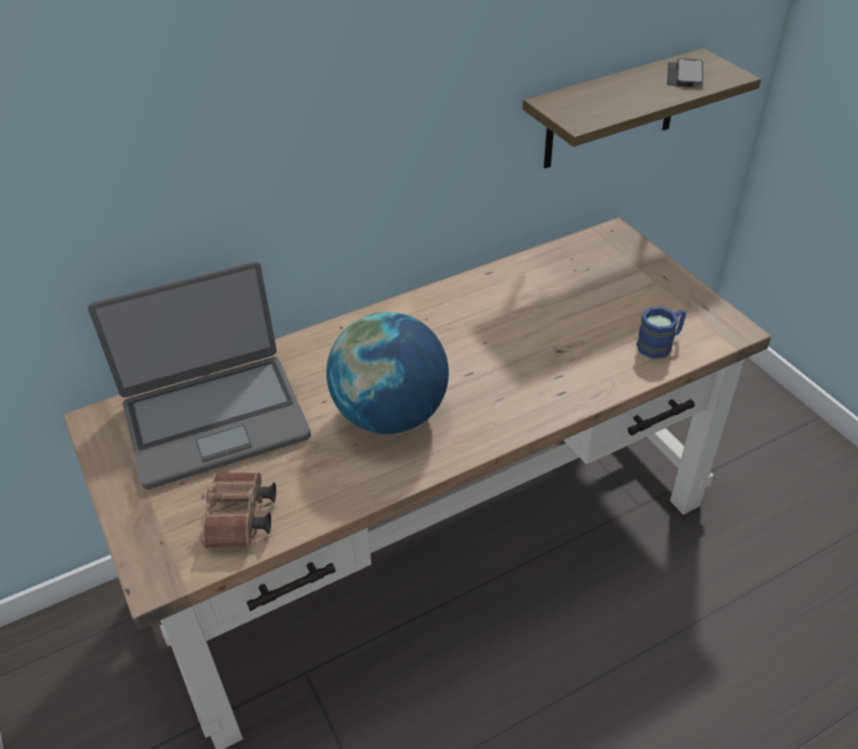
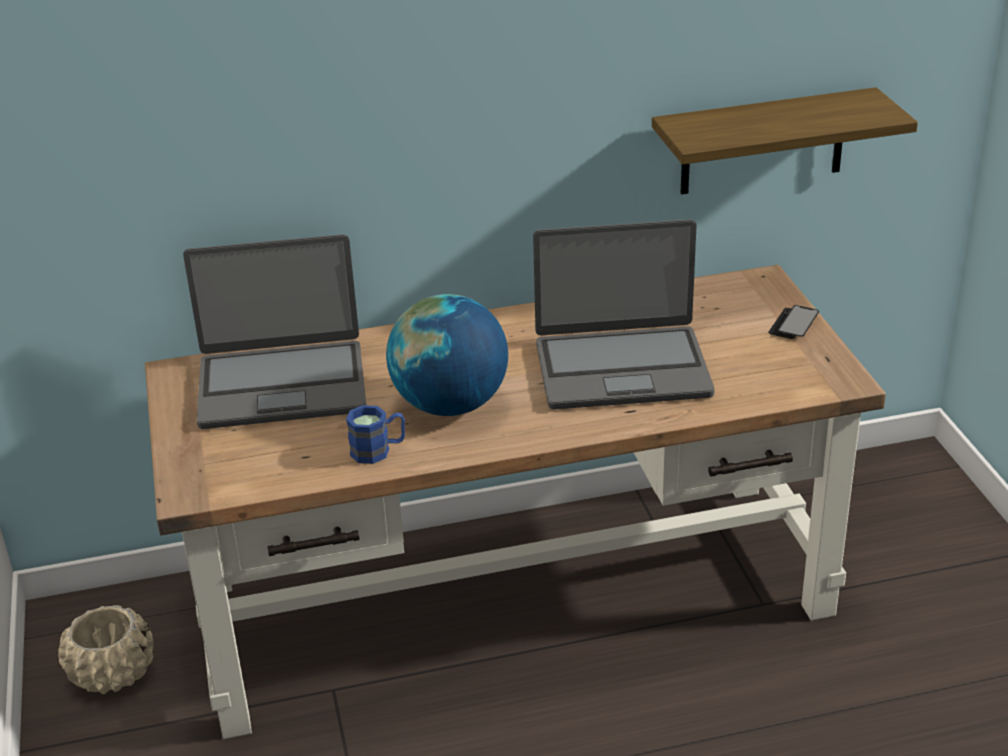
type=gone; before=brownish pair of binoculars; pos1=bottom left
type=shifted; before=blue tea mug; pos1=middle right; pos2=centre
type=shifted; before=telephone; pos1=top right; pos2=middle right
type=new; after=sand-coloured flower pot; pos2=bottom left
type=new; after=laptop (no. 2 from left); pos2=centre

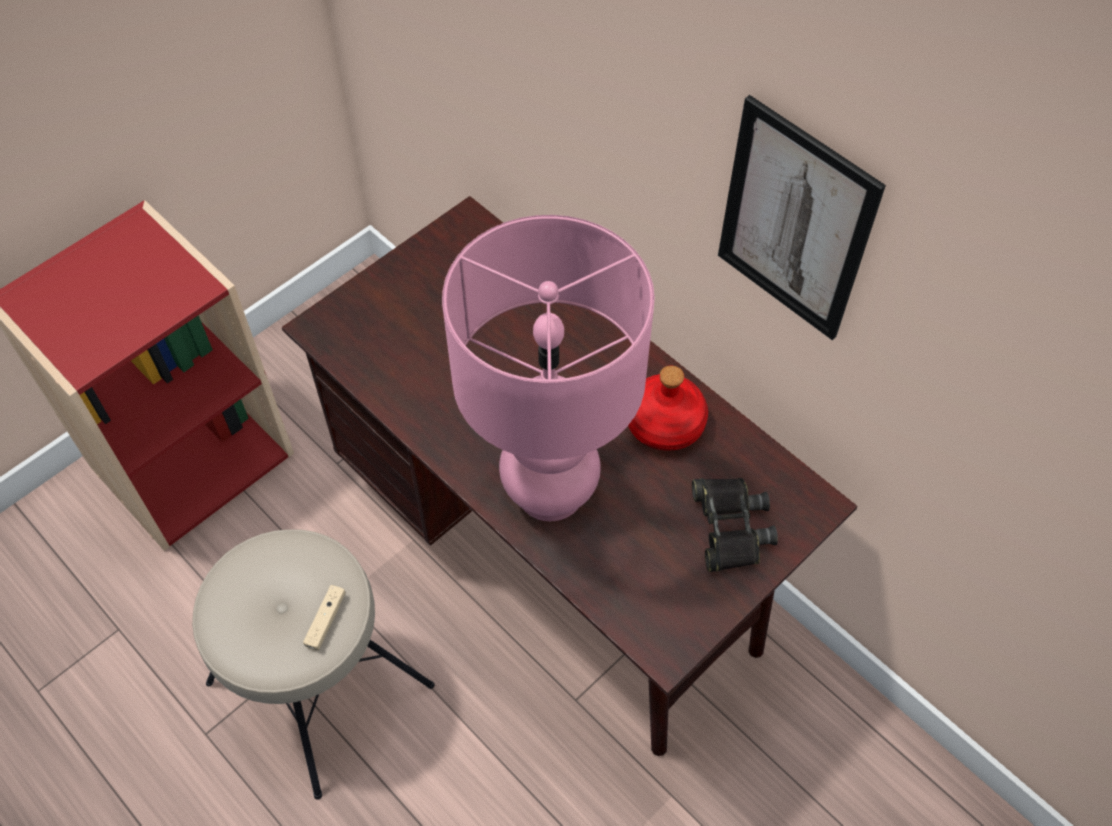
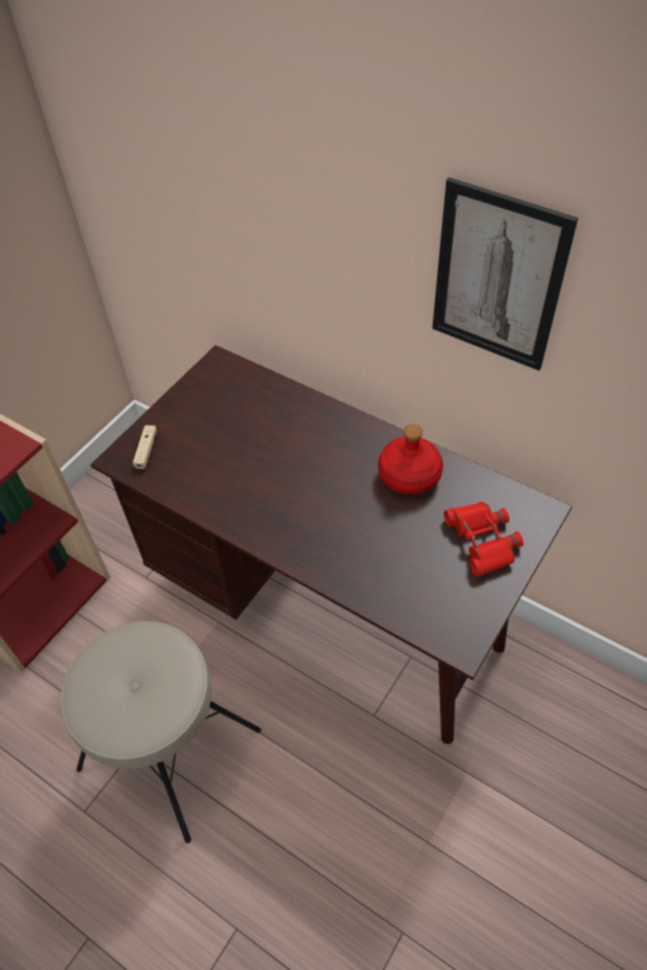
type=shifted; before=sand-coloured game controller; pos1=bottom left; pos2=middle left
type=gone; before=pink-coloured tabletop lamp; pos1=centre
type=repainted; before=blackish pair of binoculars; after=red pair of binoculars; pos1=centre; pos2=middle right

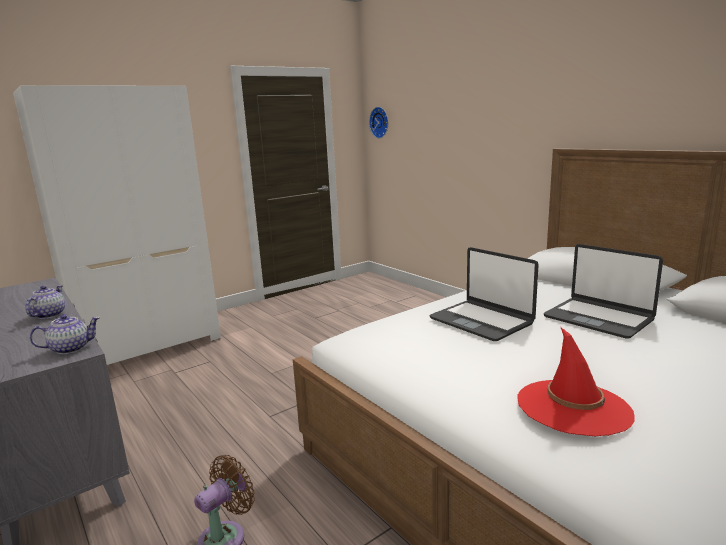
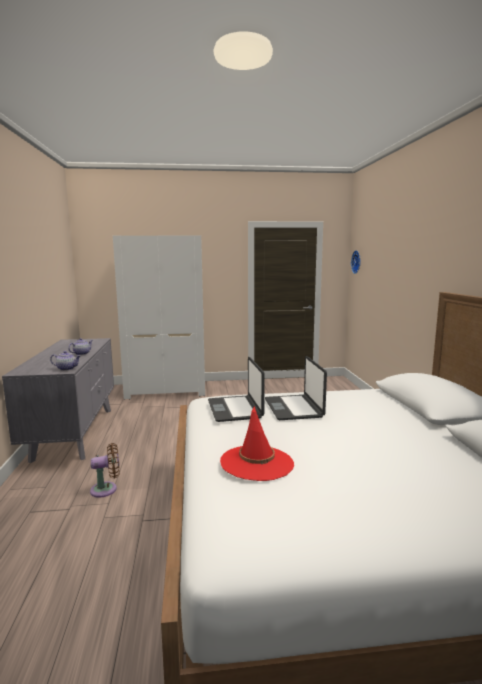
type=shifted; before=laptop (no. 2 from left in the first image); after=laptop (no. 1 from left); pos1=middle right; pos2=centre

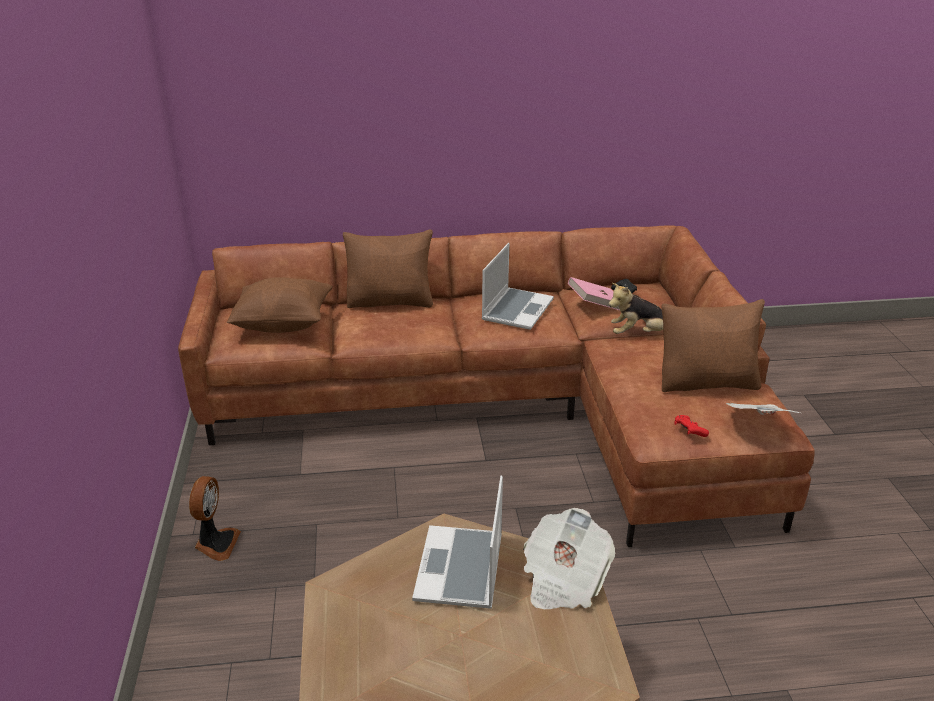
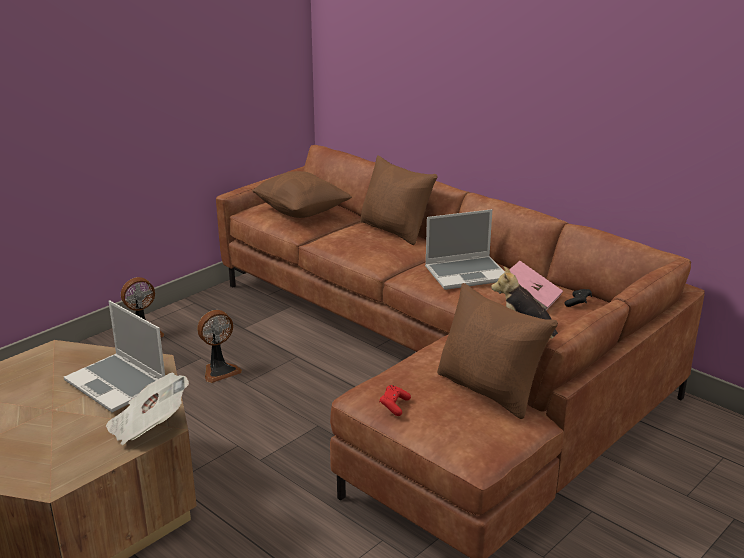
type=rotated; before=laptop (no. 1 from left); pos1=bottom centre; pos2=middle left; turn=-105
type=gone; before=newspaper (no. 2 from left); pos1=middle right
type=new; after=cooling fan (no. 2 from left); pos2=middle left

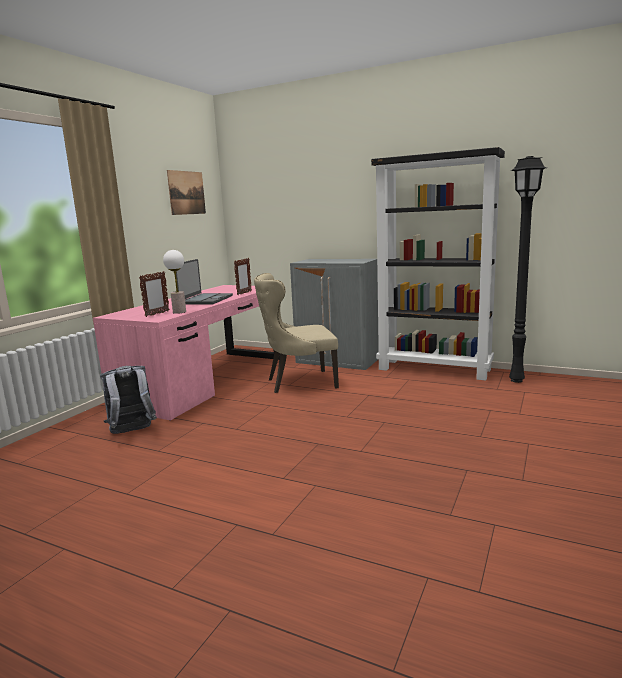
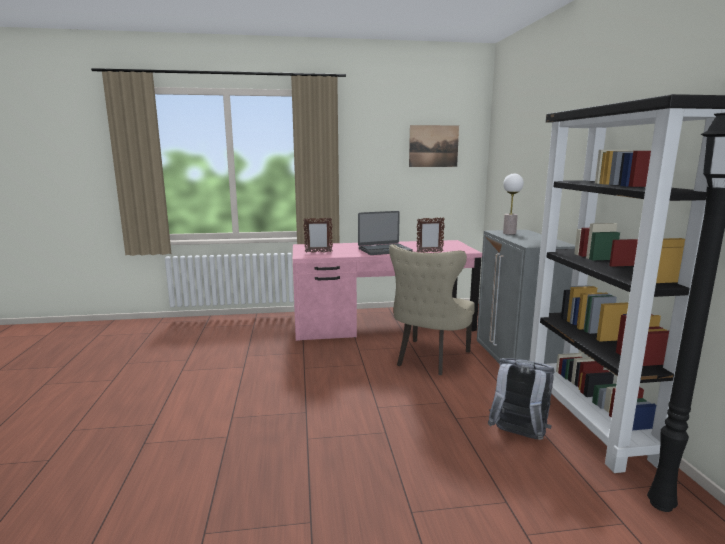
type=shifted; before=gray rucksack; pos1=middle left; pos2=bottom right
type=shifted; before=tabletop lamp; pos1=middle left; pos2=middle right
type=rotated; before=sand-coloured plain chair; pos1=centre; pos2=centre; turn=-105

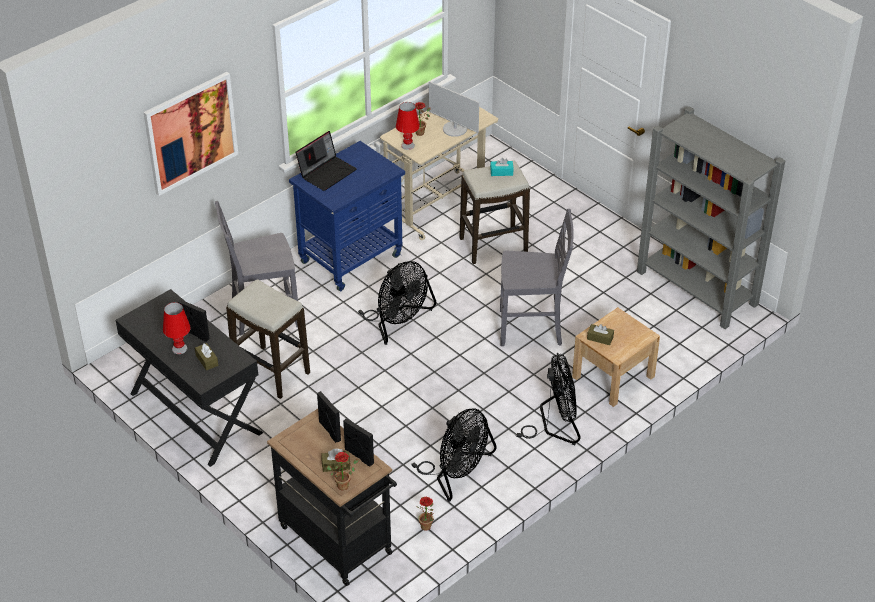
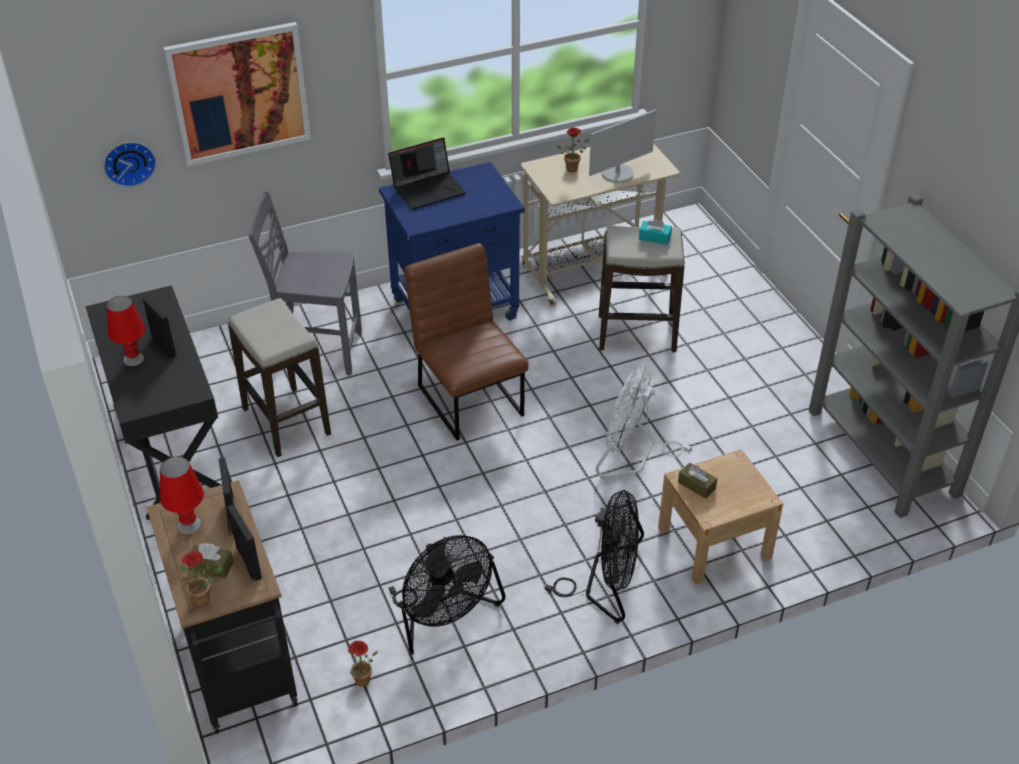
type=gone; before=brownish box of tissues (no. 1 from left); pos1=middle left
type=swapped; before=blackish cooling fan (no. 1 from left); after=brownish plain chair; pos1=centre; pos2=centre
type=shifted; before=red tabletop lamp (no. 2 from left); pos1=top centre; pos2=middle left
type=rotated; before=computer screen; pos1=top centre; pos2=top centre; turn=-90
type=swapped; before=gray plain chair (no. 2 from left); after=whitish cooling fan; pos1=centre; pos2=centre
type=new; after=hanging clock; pos2=top left

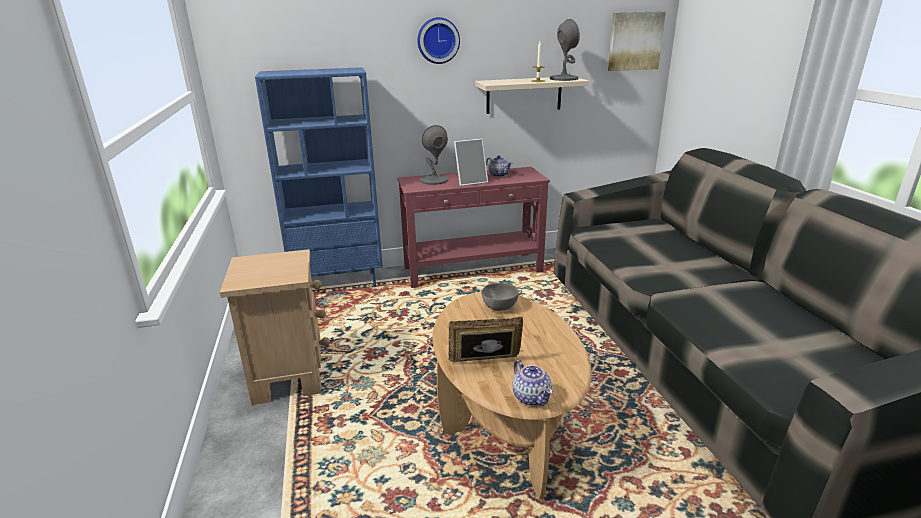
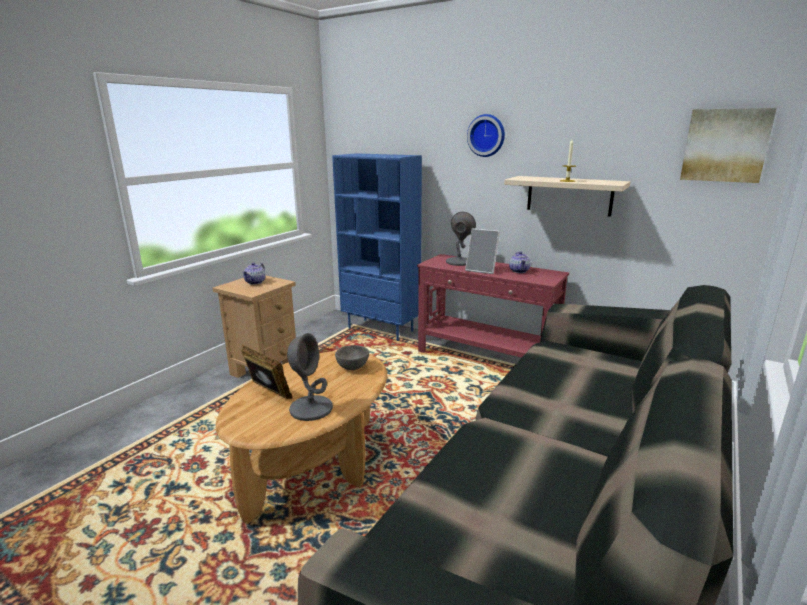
type=shifted; before=pot for tea (no. 2 from left in the first image); after=pot for tea (no. 1 from left); pos1=bottom centre; pos2=middle left
type=shifted; before=gray tabletop lamp (no. 2 from left in the first image); after=gray tabletop lamp (no. 1 from left); pos1=top centre; pos2=centre

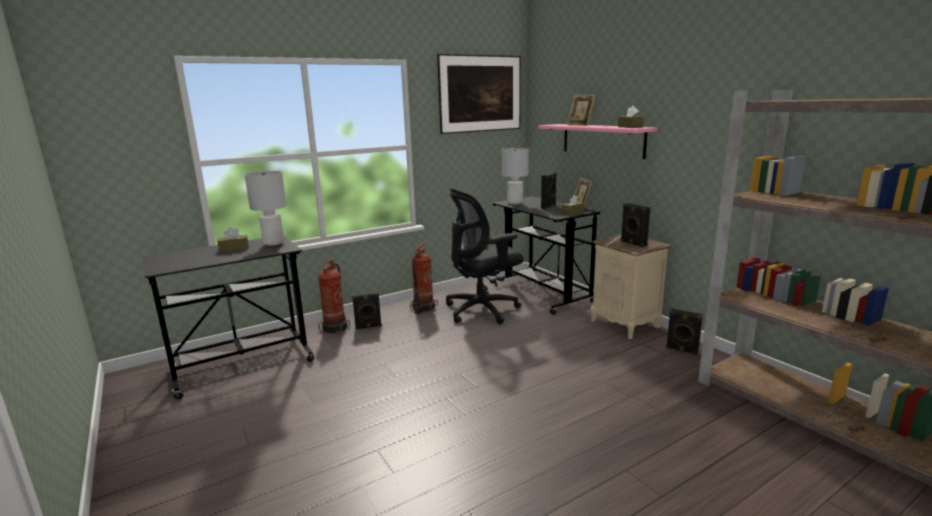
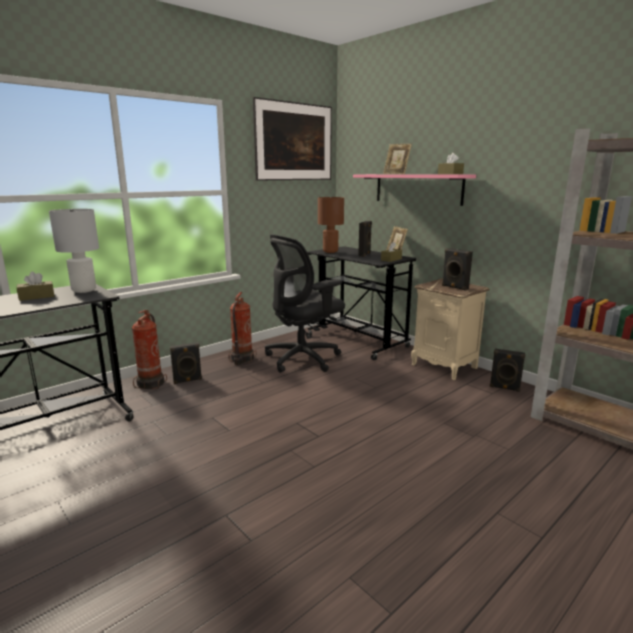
type=repainted; before=gray tabletop lamp (no. 2 from left); after=brownish tabletop lamp; pos1=centre; pos2=centre

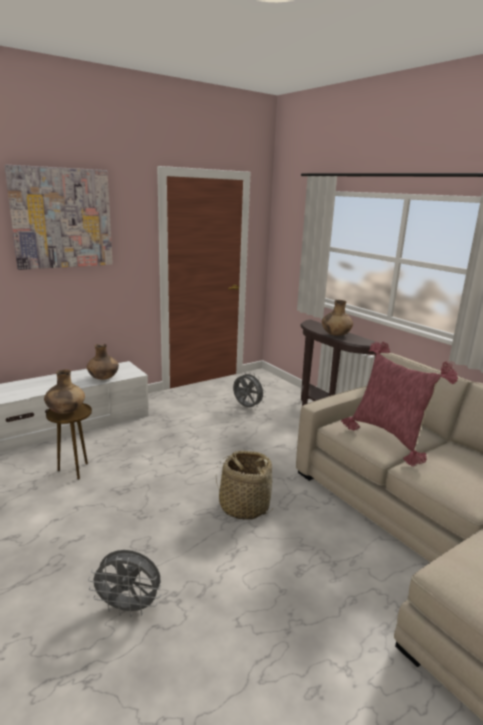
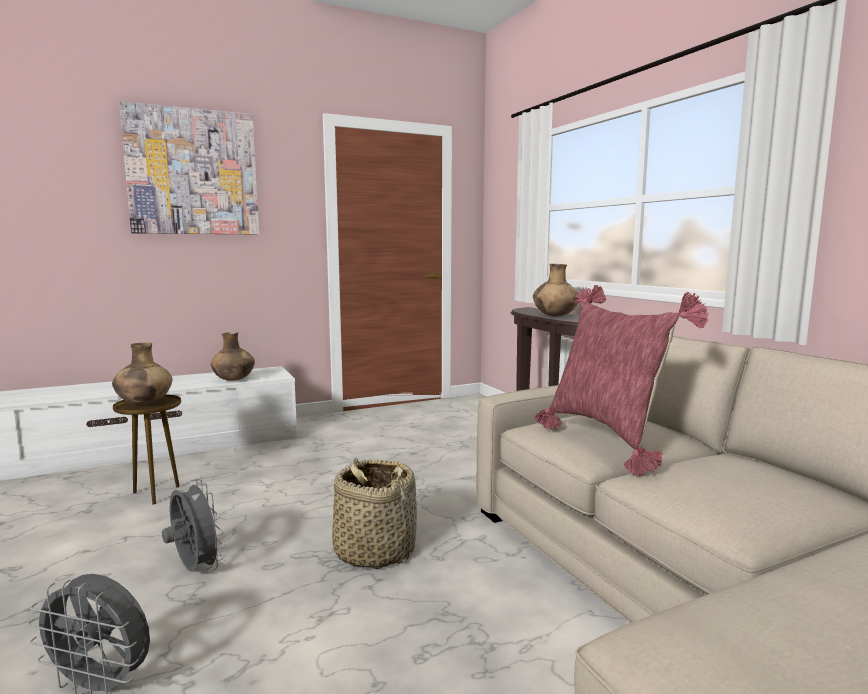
type=shifted; before=gray cooling fan (no. 2 from left); pos1=centre; pos2=bottom left

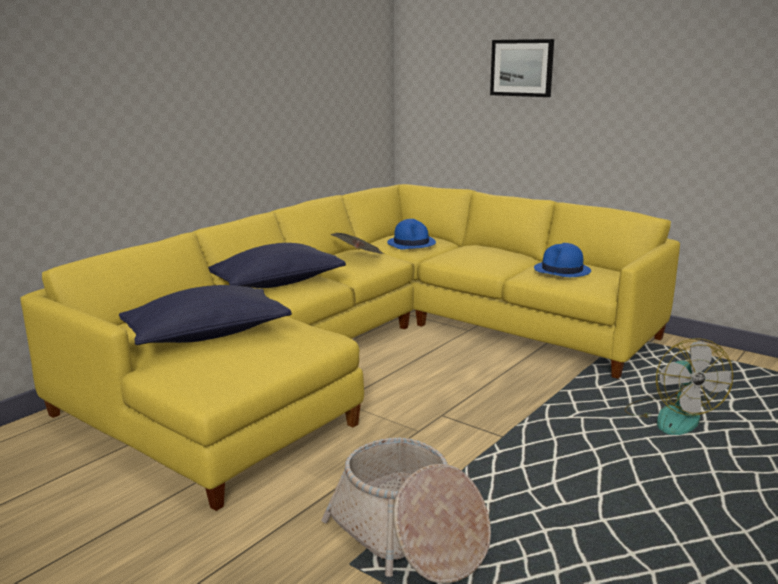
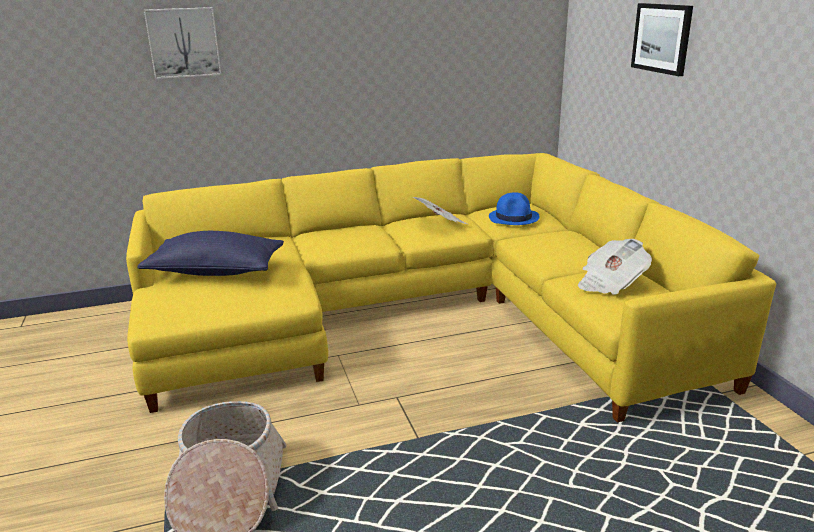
type=gone; before=blue cushion (no. 2 from left); pos1=centre
type=swapped; before=blue hat (no. 2 from left); after=newspaper (no. 2 from left); pos1=middle right; pos2=middle right
type=gone; before=cooling fan; pos1=middle right
type=new; after=picture (no. 1 from left); pos2=top left

